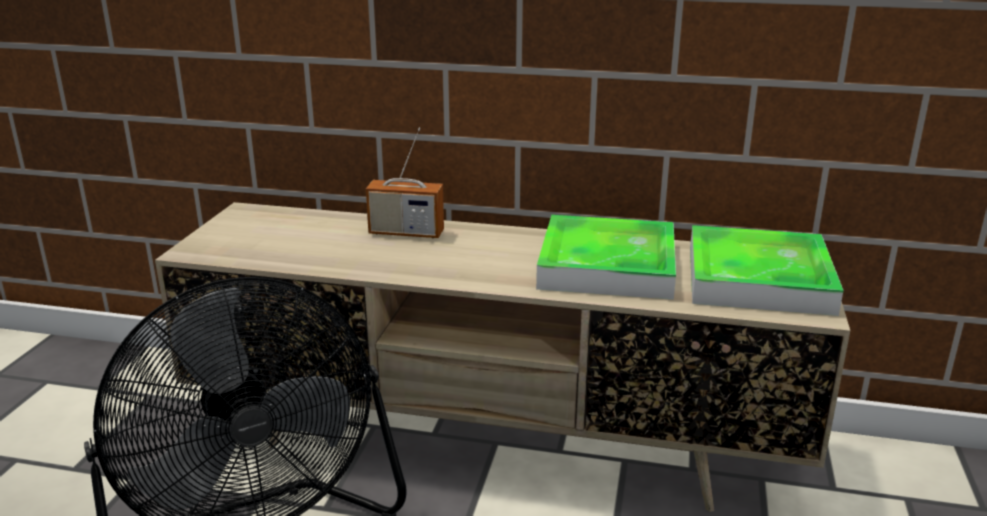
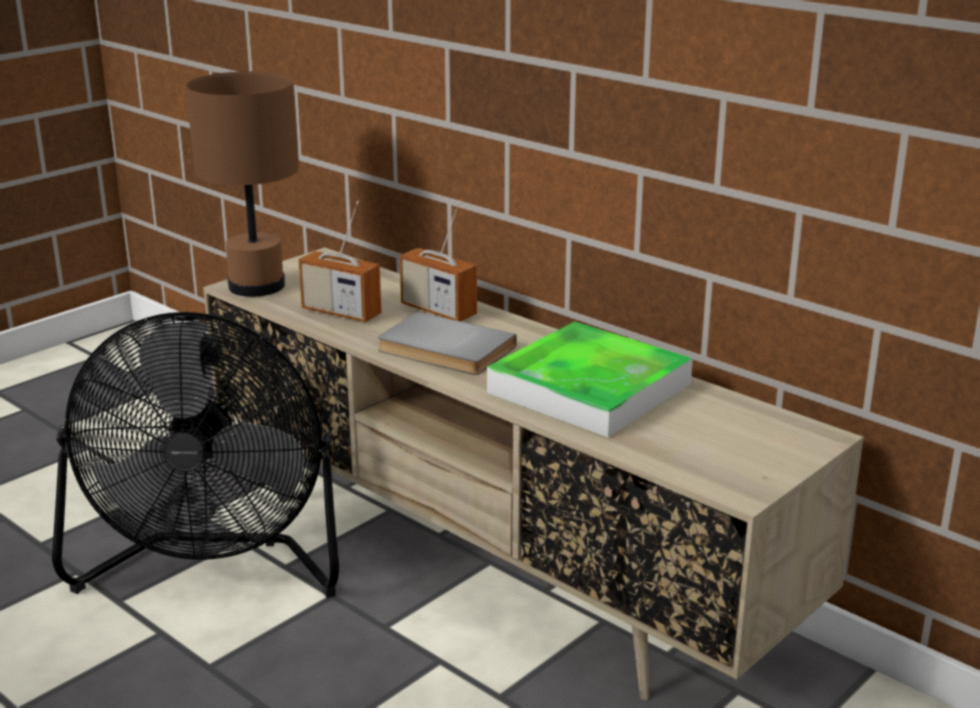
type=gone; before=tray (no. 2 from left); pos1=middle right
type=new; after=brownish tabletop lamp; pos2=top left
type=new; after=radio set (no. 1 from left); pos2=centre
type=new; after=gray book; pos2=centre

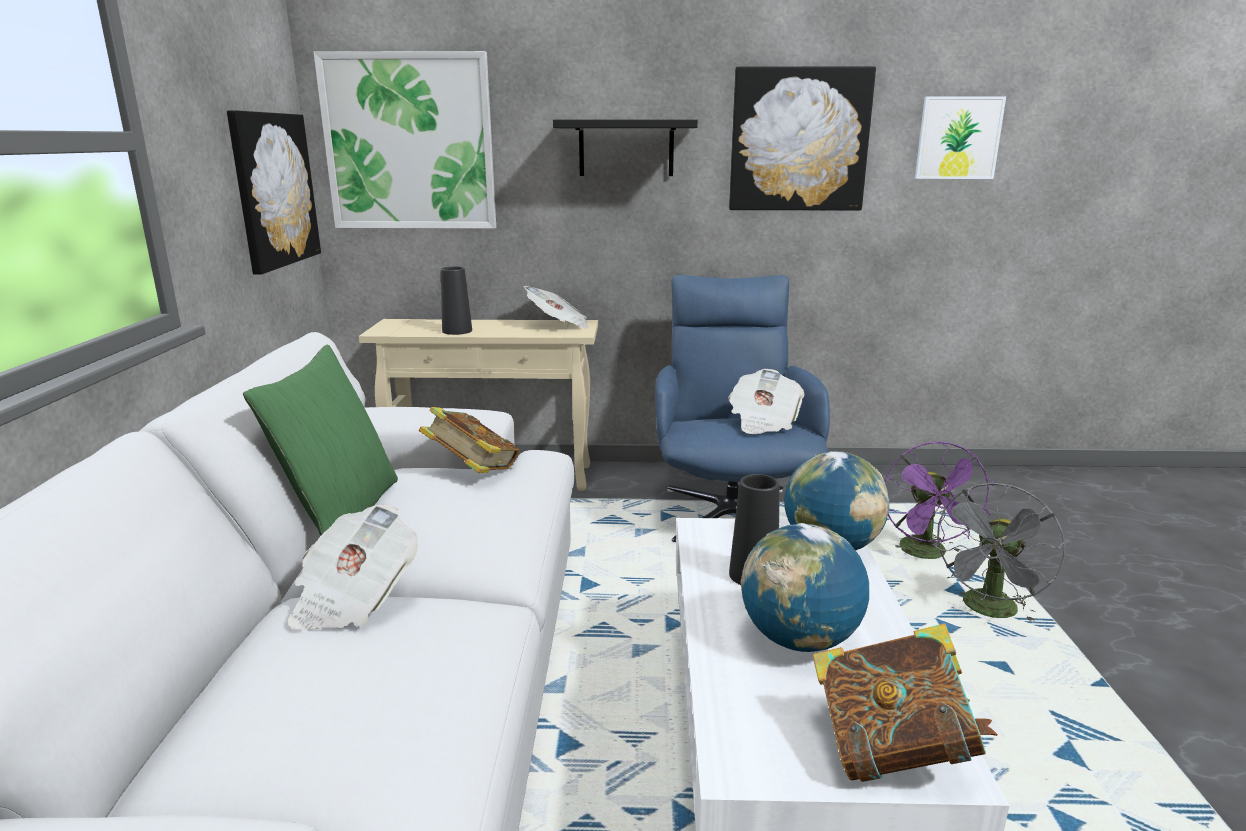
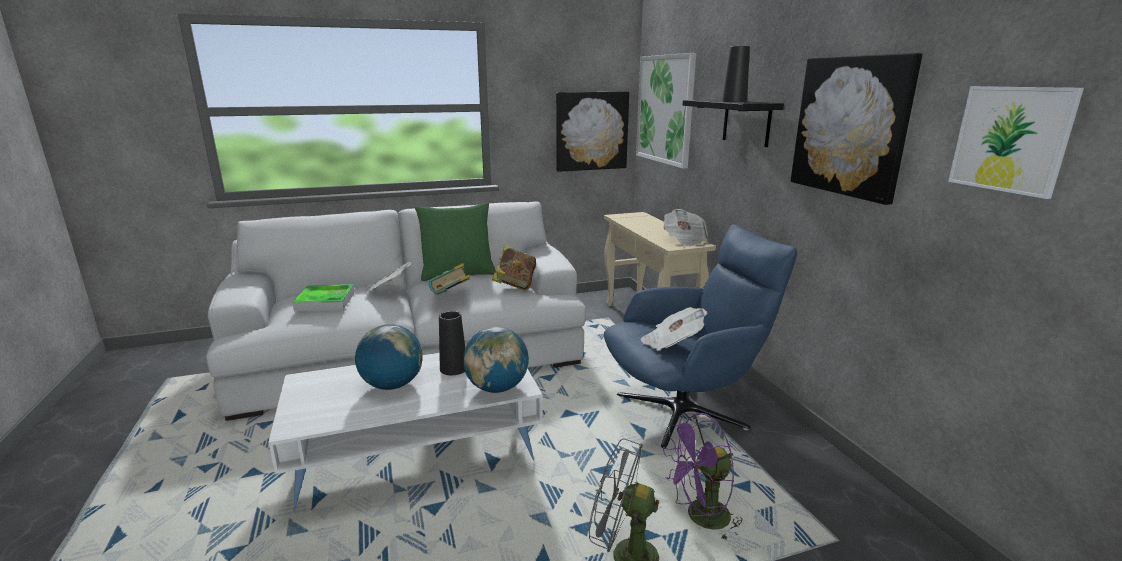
type=shifted; before=blackish flower vase (no. 1 from left in the first image); after=blackish flower vase (no. 2 from left); pos1=centre; pos2=top centre
type=shifted; before=book (no. 2 from left in the first image); after=book (no. 1 from left); pos1=bottom right; pos2=centre
type=new; after=tray; pos2=middle left

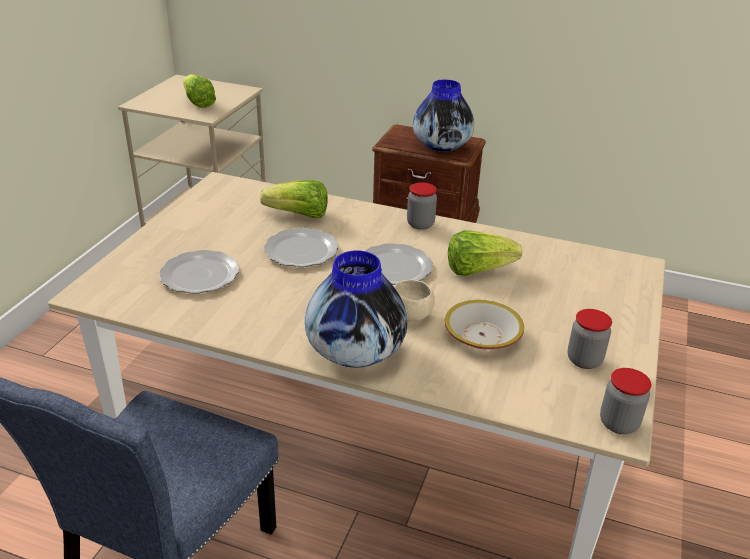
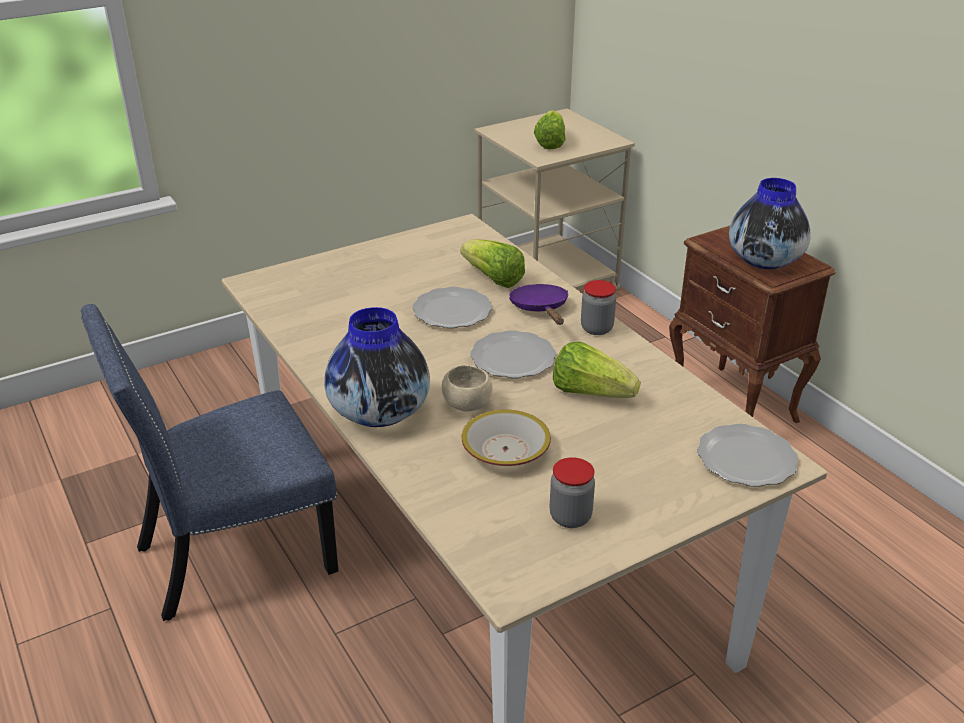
type=shifted; before=plate (no. 1 from left in the first image); after=plate (no. 3 from left); pos1=middle left; pos2=middle right
type=gone; before=storage jar (no. 3 from left); pos1=bottom right
type=new; after=purple-coloured skillet; pos2=centre

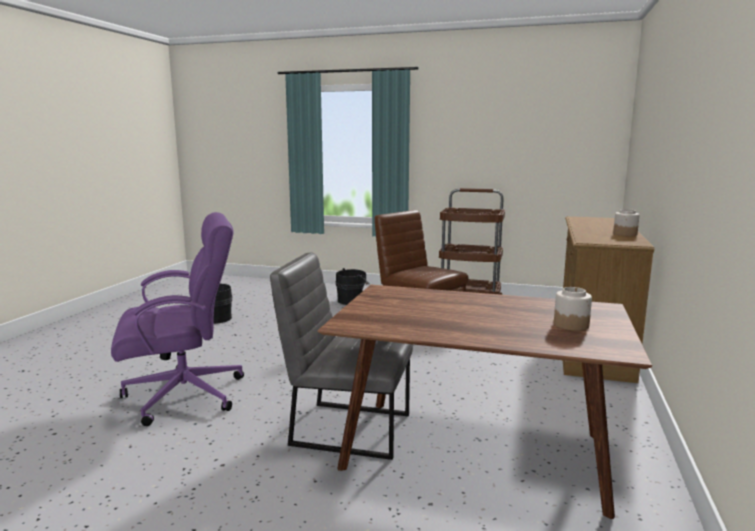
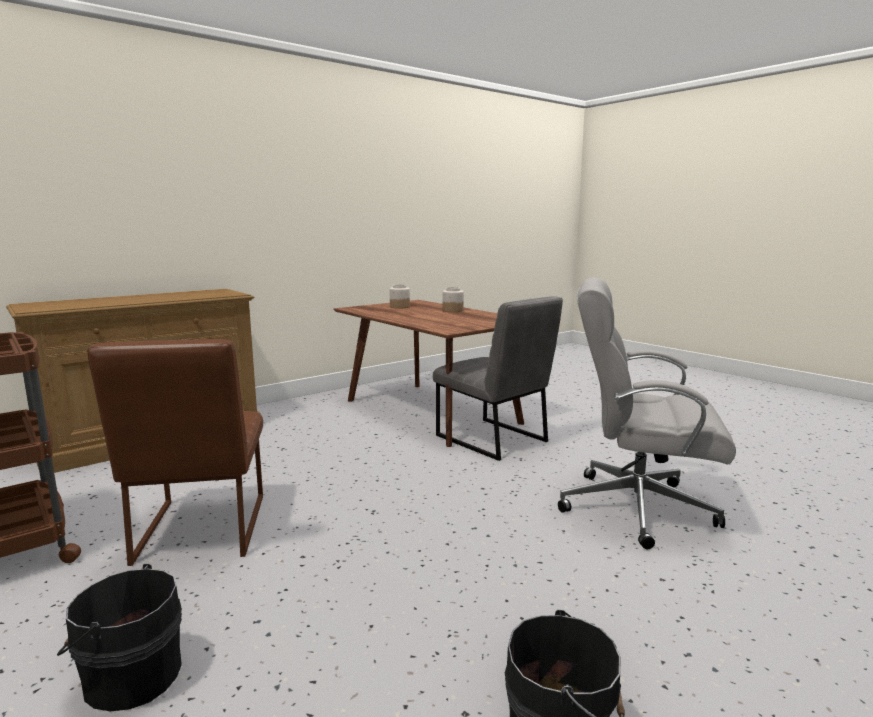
type=repainted; before=purple-coloured desk chair; after=gray desk chair; pos1=middle left; pos2=middle right
type=shifted; before=storage jar (no. 2 from left); pos1=middle right; pos2=centre

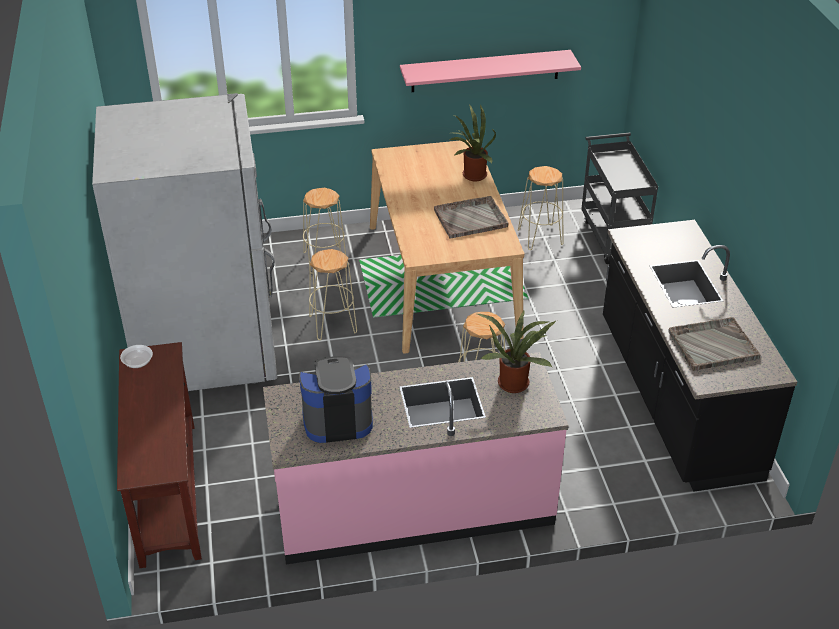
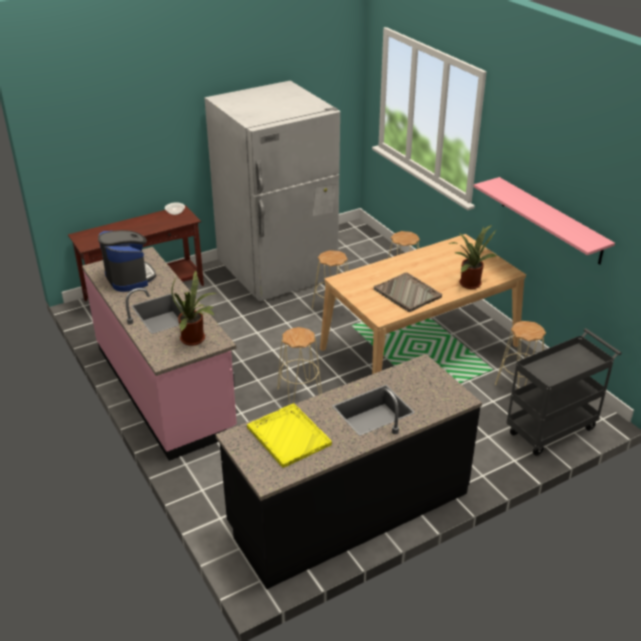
type=repainted; before=gray tray (no. 2 from left); after=yellow-coloured tray; pos1=middle right; pos2=bottom centre

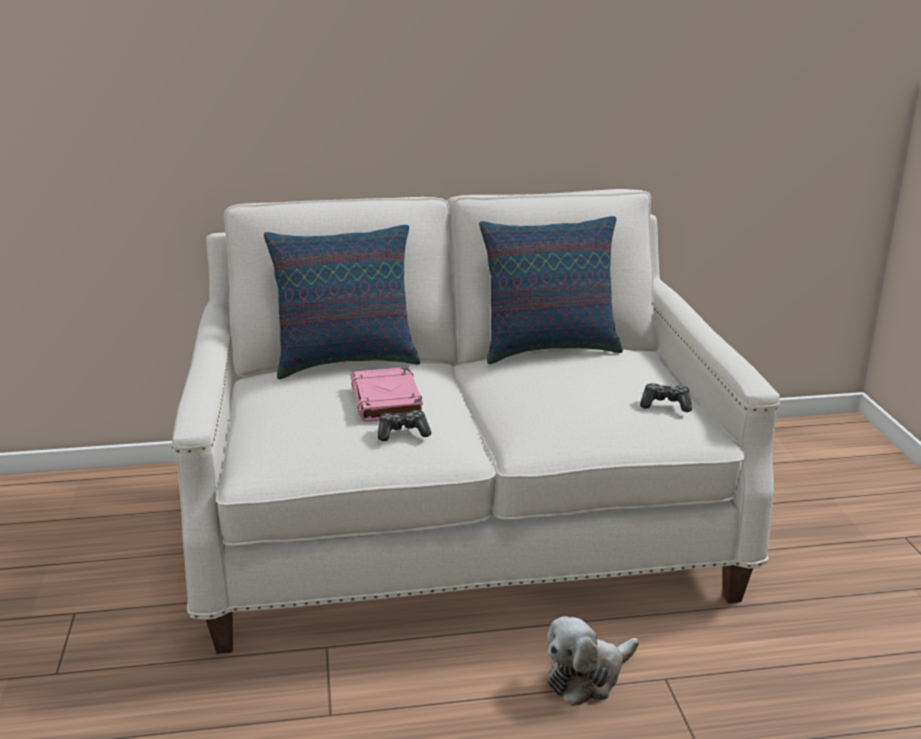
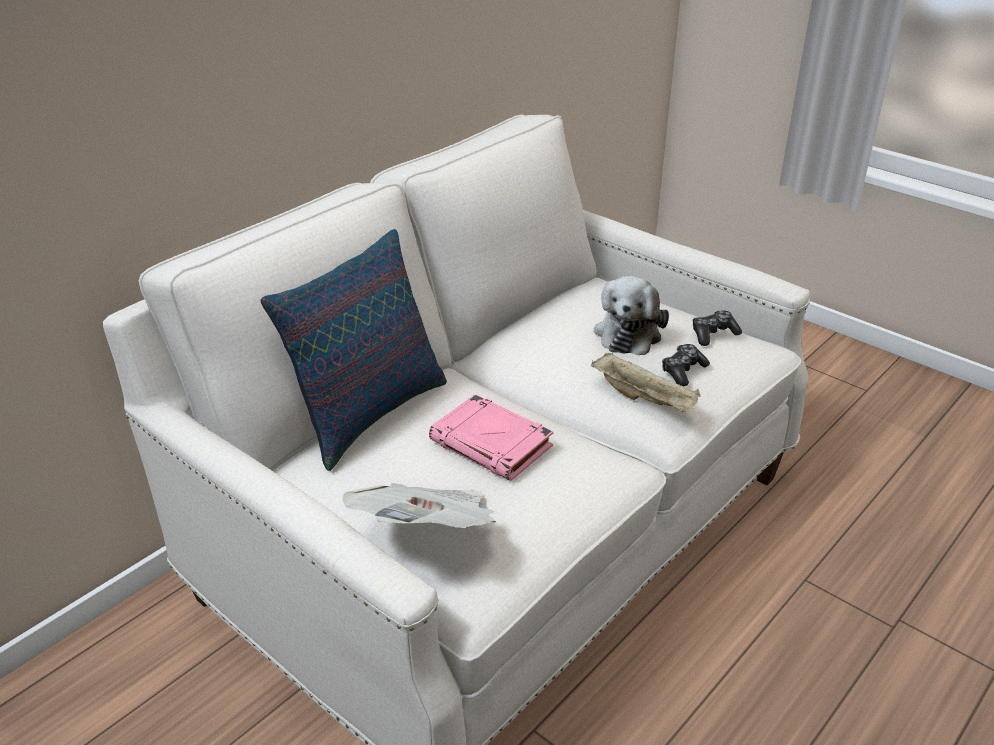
type=shifted; before=game controller (no. 1 from left); pos1=centre; pos2=middle right
type=gone; before=blue cushion (no. 2 from left); pos1=centre
type=shifted; before=plush toy; pos1=bottom centre; pos2=centre
type=new; after=newspaper; pos2=bottom centre
type=new; after=sand-coloured tray; pos2=centre

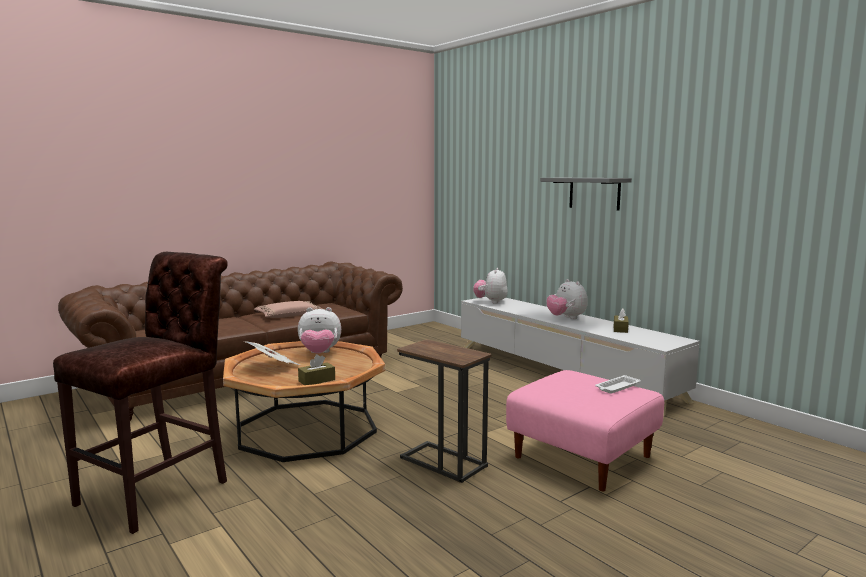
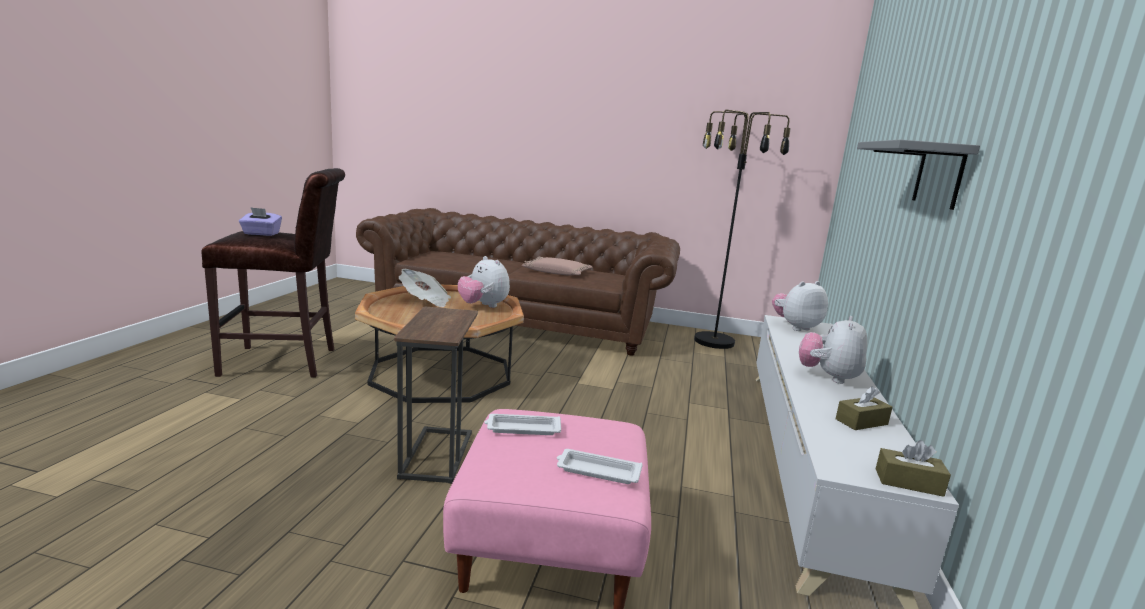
type=shifted; before=brownish box of tissues (no. 1 from left in the first image); after=brownish box of tissues (no. 2 from left); pos1=centre; pos2=bottom right
type=new; after=purple-coloured box of tissues; pos2=middle left
type=new; after=whitish tray (no. 1 from left); pos2=bottom centre
type=new; after=standing lamp; pos2=centre

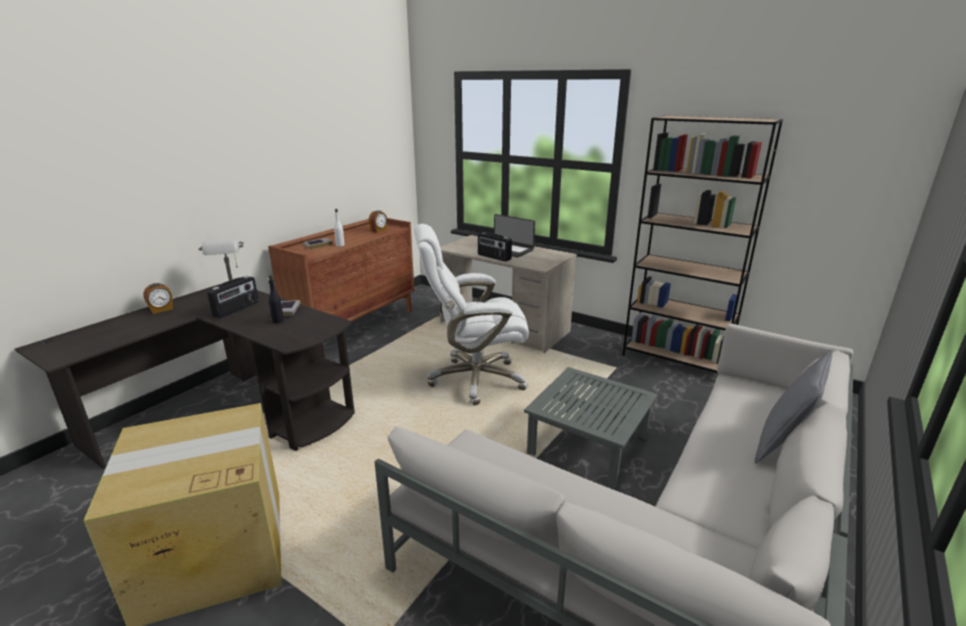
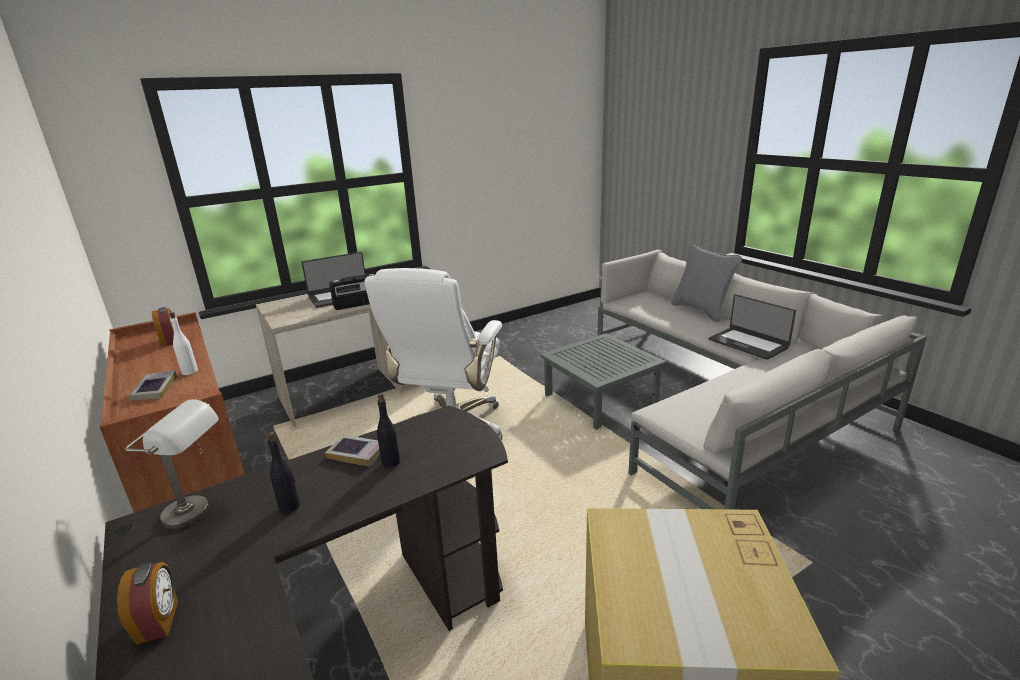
type=swapped; before=radio set (no. 1 from left); after=blackish drink bottle (no. 1 from left); pos1=middle left; pos2=bottom left
type=gone; before=sand-coloured shelving unit; pos1=middle right
type=new; after=laptop (no. 2 from left); pos2=middle right

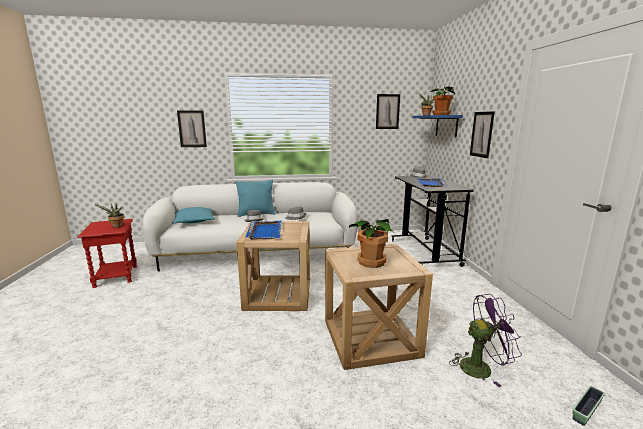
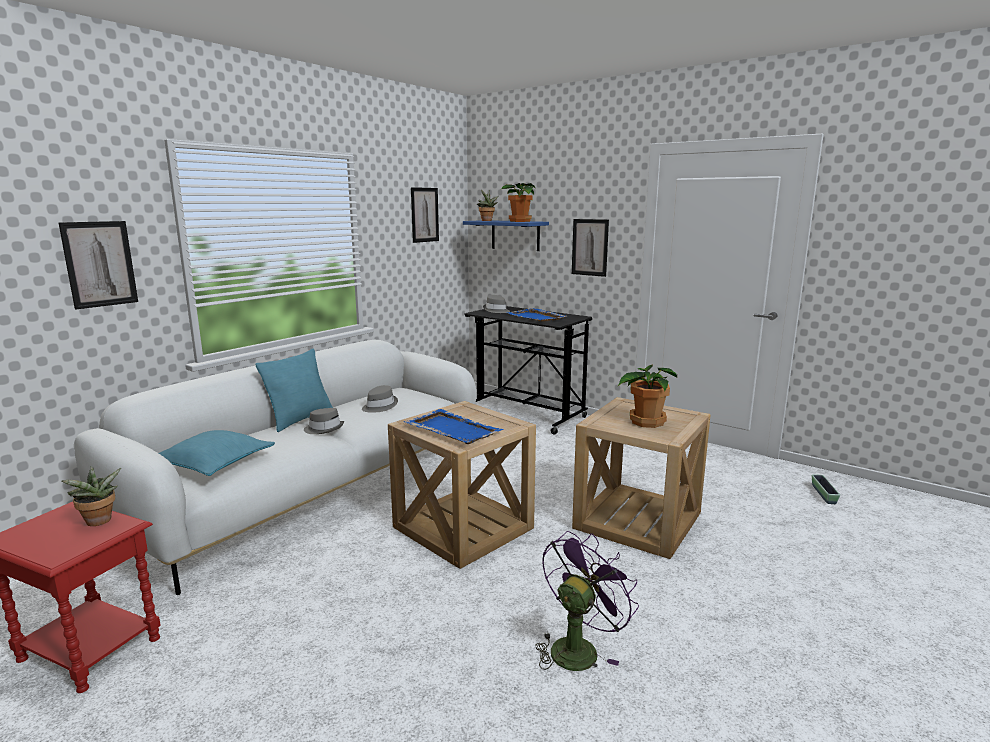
type=shifted; before=purple-coloured cooling fan; pos1=bottom right; pos2=bottom centre

